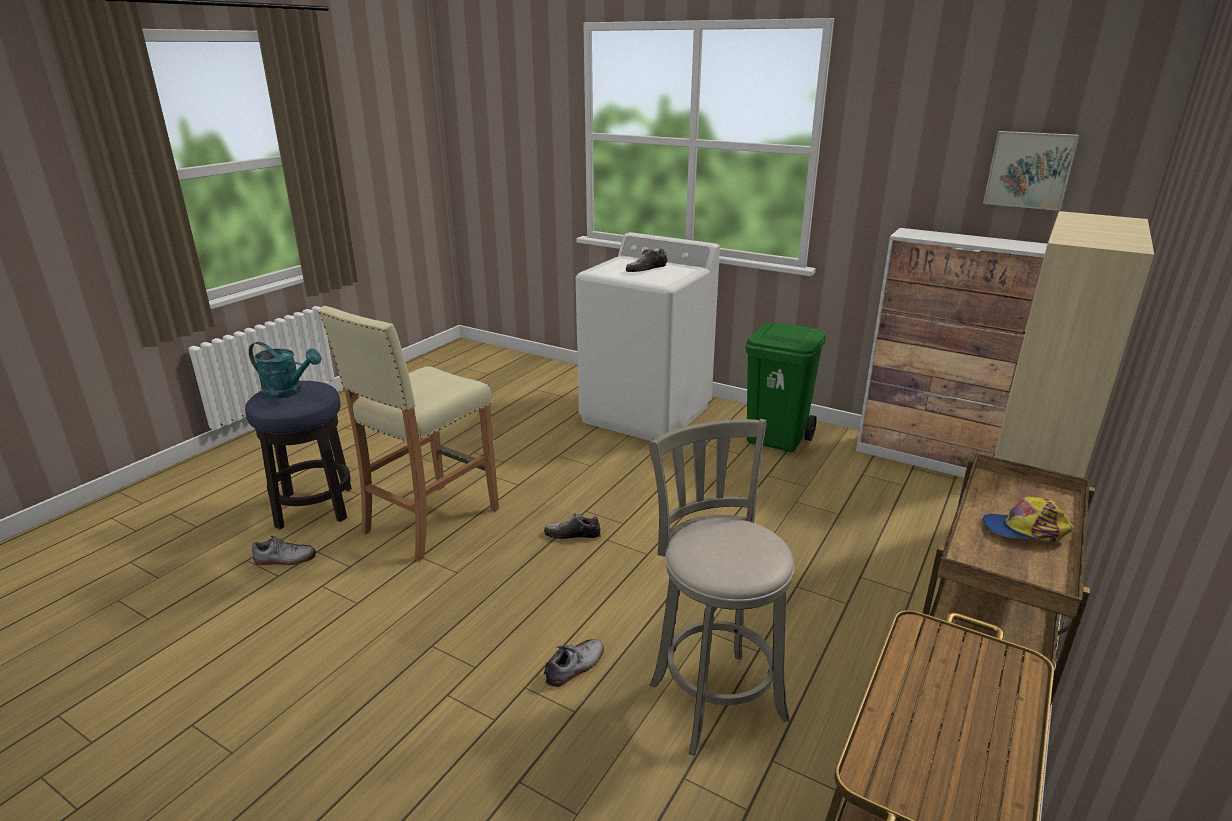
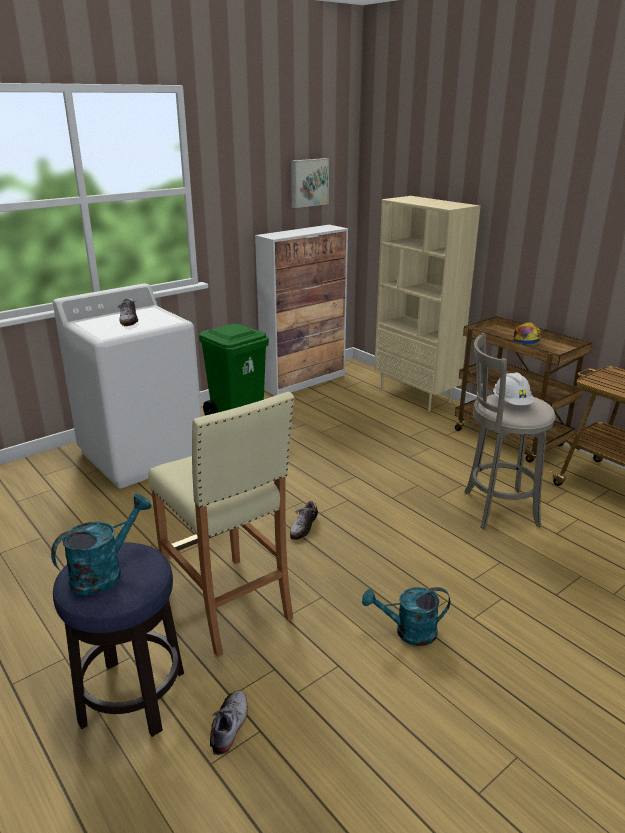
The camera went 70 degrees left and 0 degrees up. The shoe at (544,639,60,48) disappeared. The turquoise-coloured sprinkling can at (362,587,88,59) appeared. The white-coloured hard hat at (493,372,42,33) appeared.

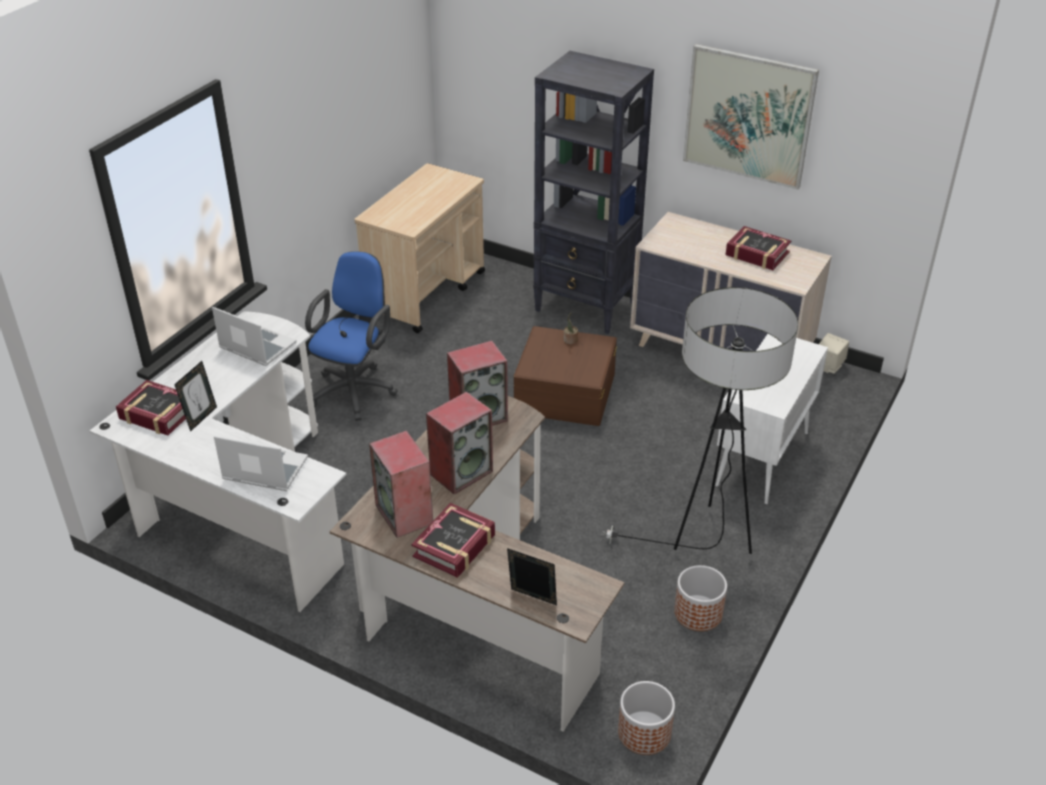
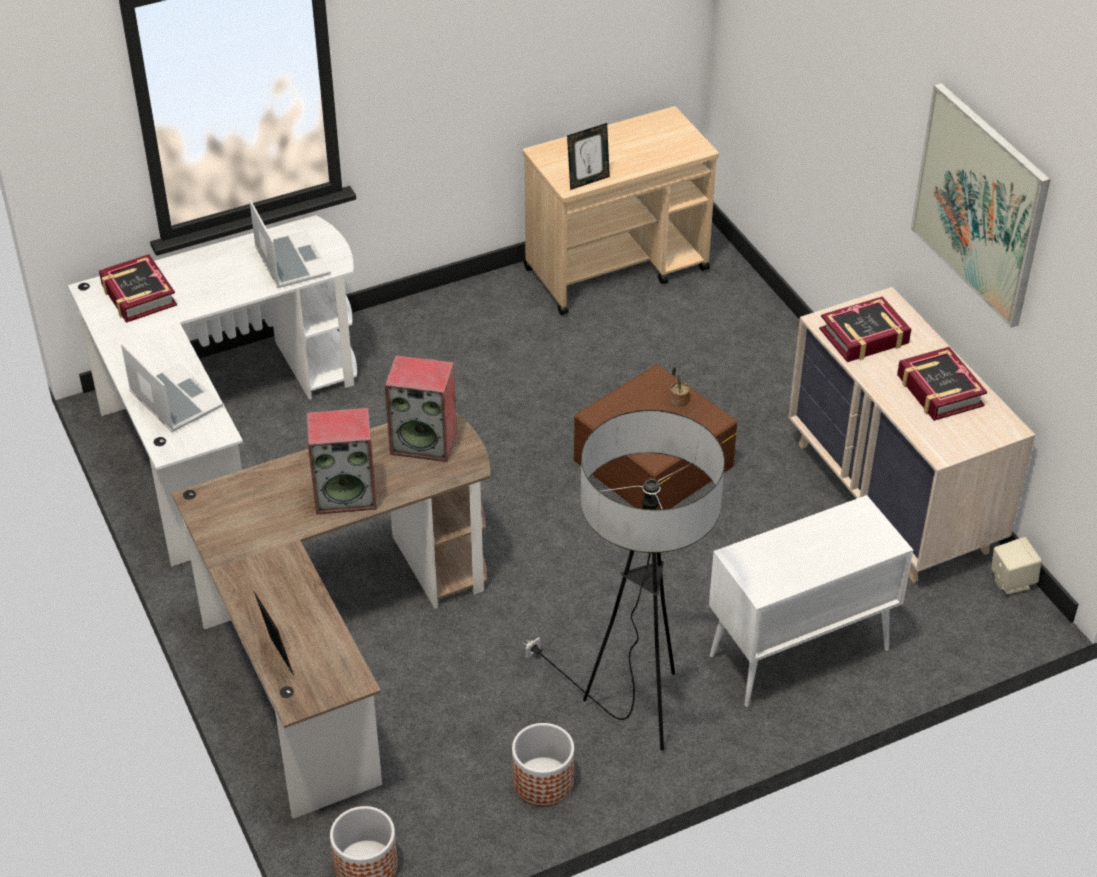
The camera went 35 degrees right and 5 degrees up. The photo frame moved from (174,361,43,71) to (567,123,43,67). The blue desk chair at (305,252,93,169) disappeared. The speaker at (369,430,64,108) disappeared. The bound book moved from (411,503,84,75) to (819,296,92,66). The black-coloured bookshelf at (533,51,121,283) disappeared.

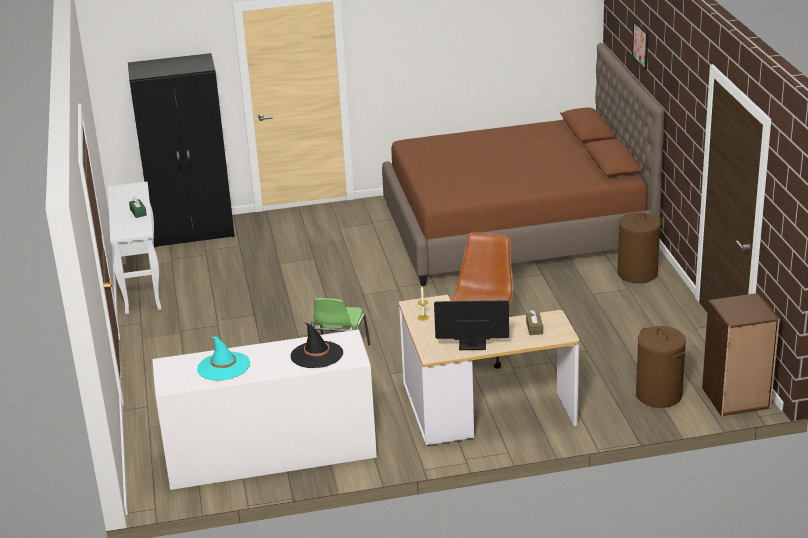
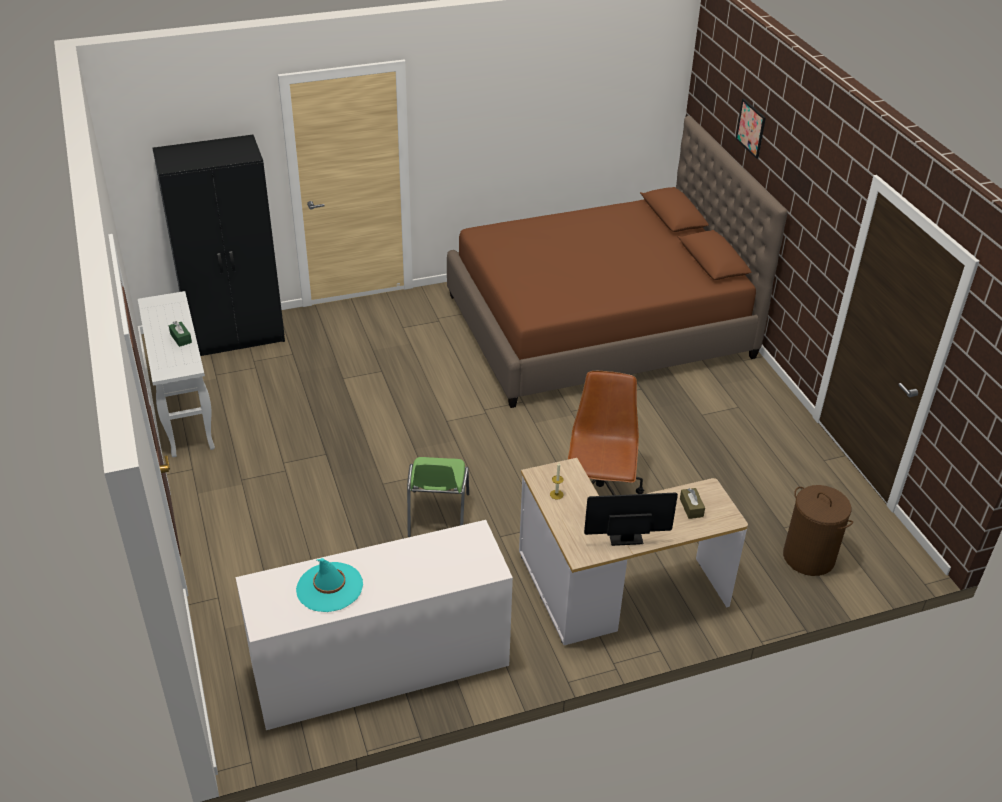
The camera went 10 degrees left and 10 degrees up. The black-coloured clothing hat at (291,322,52,46) disappeared. The brown-coloured washing basket at (617,213,45,70) disappeared. The brown-coloured bookshelf at (702,293,78,124) disappeared.

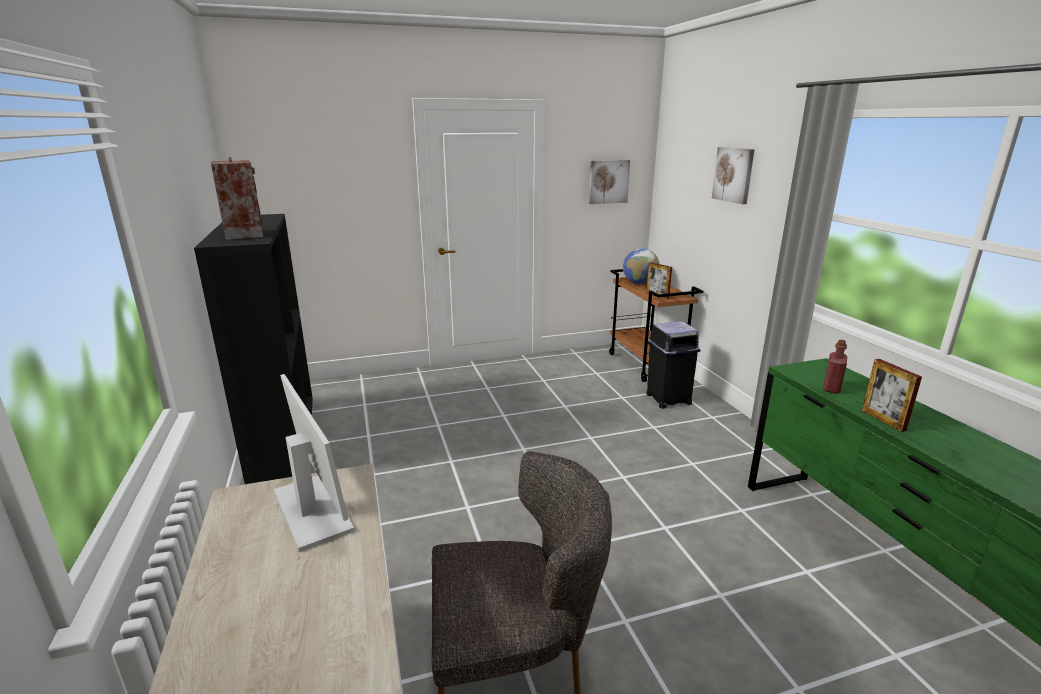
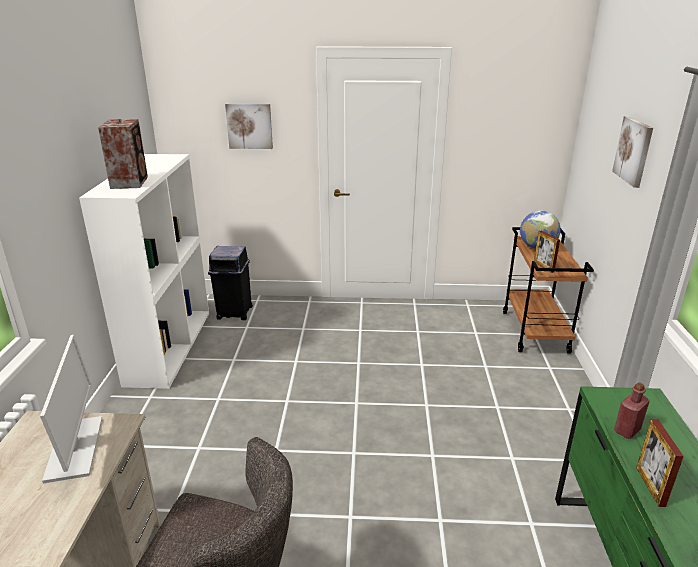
The camera went 20 degrees right and 5 degrees up. The black-coloured bookshelf at (194,214,119,270) became the white-coloured bookshelf at (79,154,130,235). The wall art moved from (589,160,41,44) to (225,103,48,46). The black-coloured waste bin moved from (646,321,54,88) to (208,246,45,74).

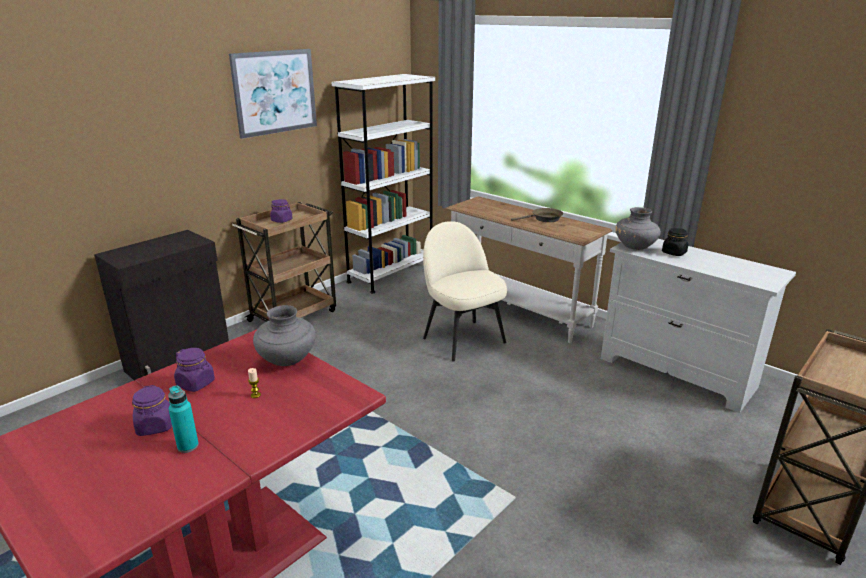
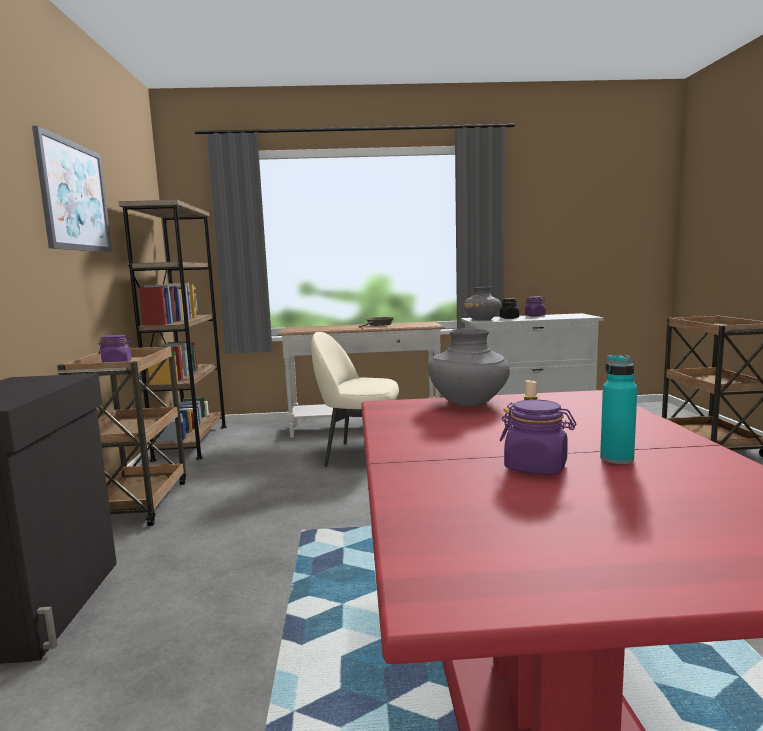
The camera went 45 degrees left and 15 degrees down. The purple-coloured storage jar moved from (174,348,41,44) to (525,297,21,20). The white-coloured bookshelf at (332,74,103,220) became the brown-coloured bookshelf at (119,200,108,262).

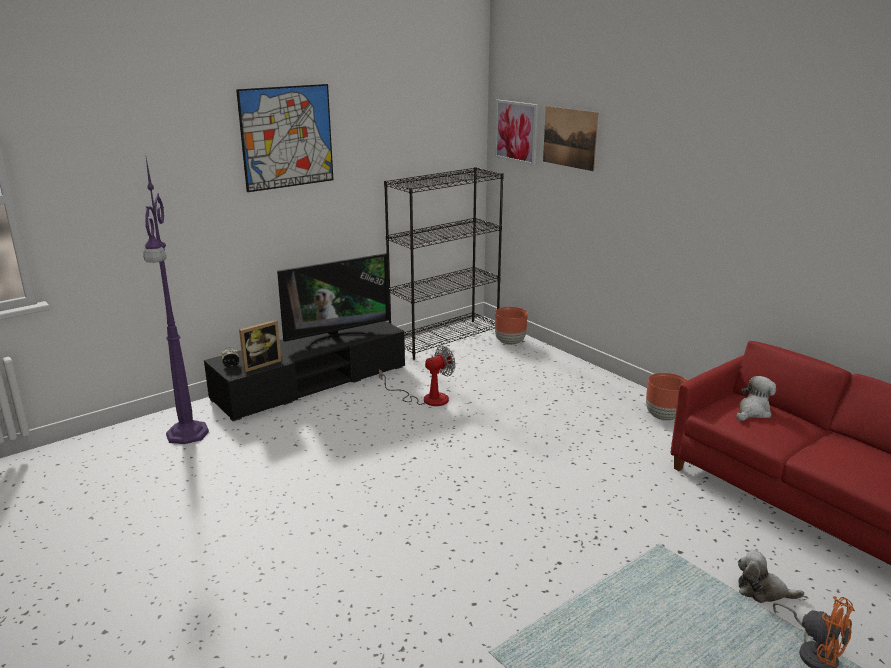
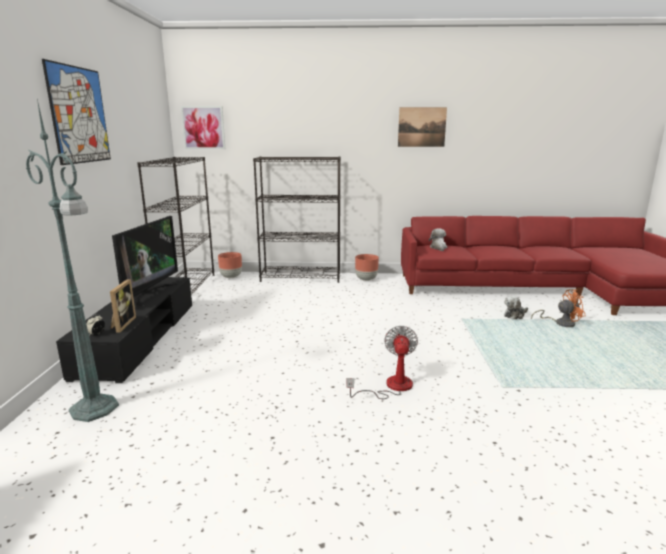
The camera went 50 degrees left and 5 degrees down. The purple-coloured floor lamp at (143,158,66,286) became the green-coloured floor lamp at (26,99,93,323). The cooling fan moved from (379,345,76,61) to (347,326,71,73). The wall art moved from (543,106,55,65) to (398,107,49,40). The black-coloured bookshelf at (253,156,88,127) appeared.

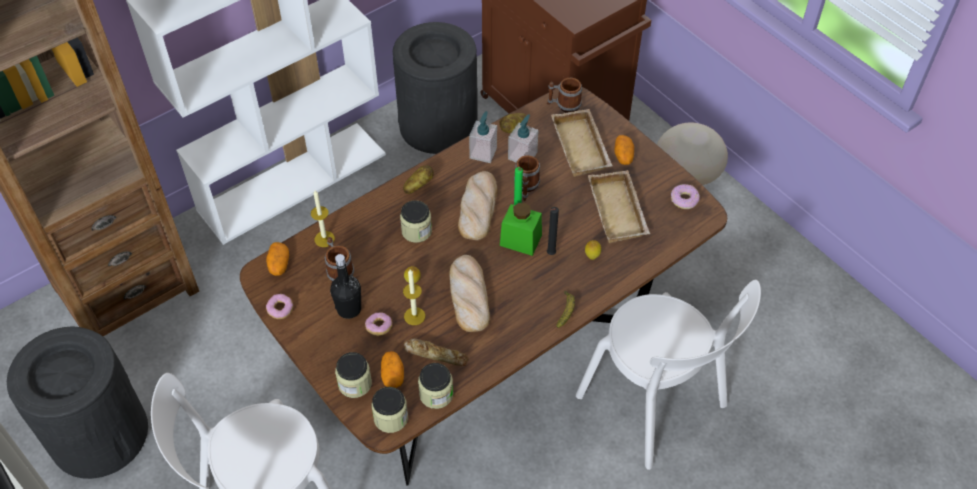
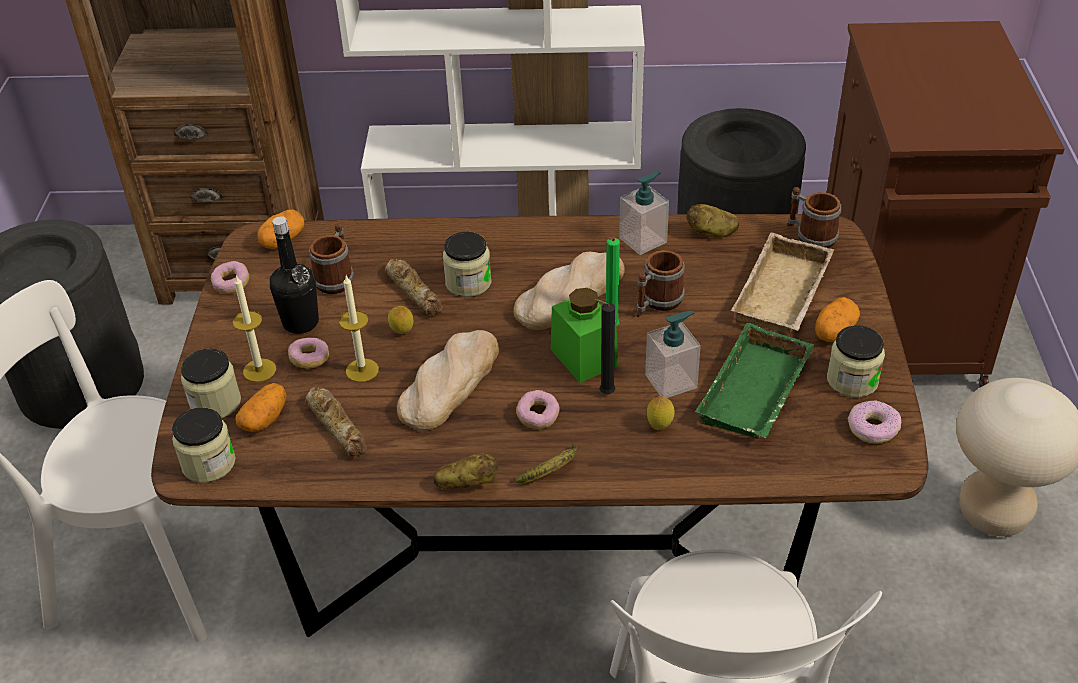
The camera went 40 degrees right and 10 degrees down. The wax candle moved from (311,190,24,57) to (233,276,43,106). The whole potato moved from (403,165,31,29) to (434,453,65,36). The storage jar moved from (418,363,35,46) to (827,325,58,72). The soap bottle moved from (508,114,30,48) to (645,311,56,87). The beige carrying tray at (588,170,62,73) became the green-coloured carrying tray at (695,322,119,117). The bakery bread at (385,259,58,57) appeared. The donut at (516,390,44,39) appeared.

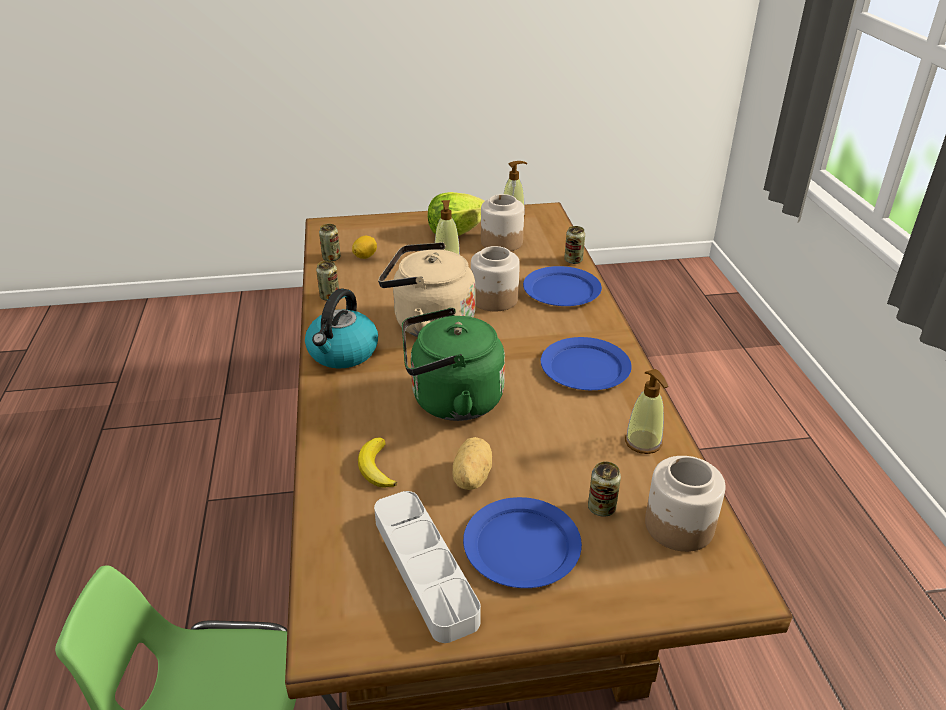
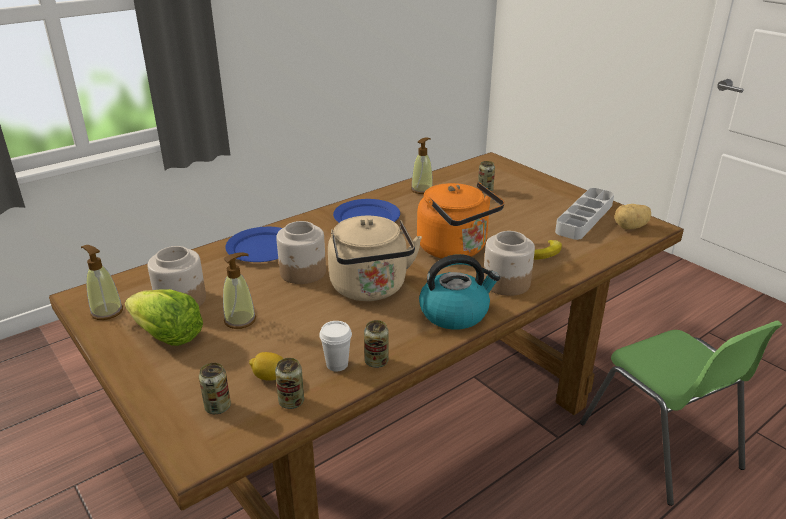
The camera went 120 degrees left and 5 degrees down. The green-coloured kettle at (402,308,103,113) became the orangey kettle at (417,182,88,77). The whole potato moved from (452,437,40,53) to (614,204,37,25). The blue flat dish at (463,497,119,91) disappeared. The sealed can moved from (564,226,21,38) to (199,363,32,51). The storage jar moved from (645,456,81,96) to (484,231,51,65). The white-coloured drinking cup at (319,321,33,51) appeared.

